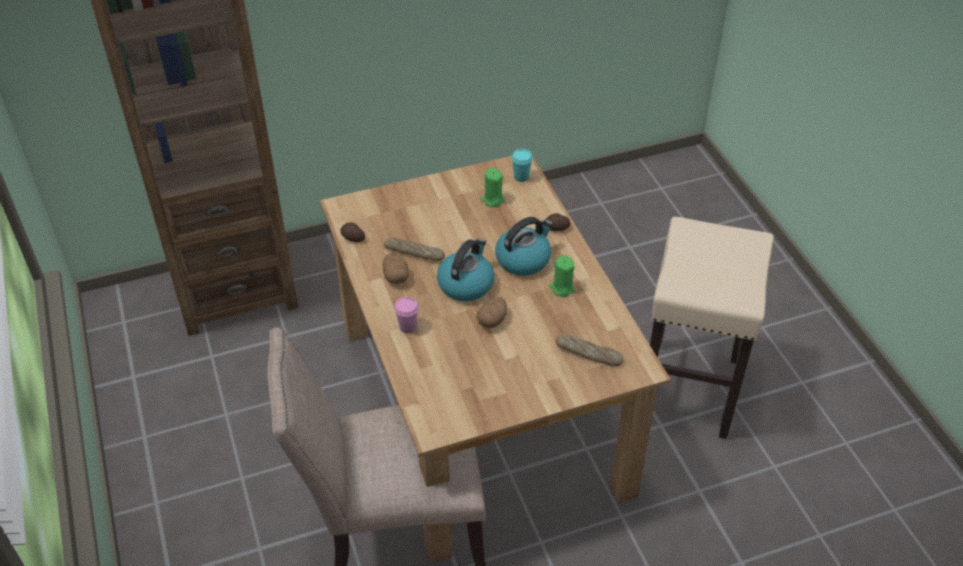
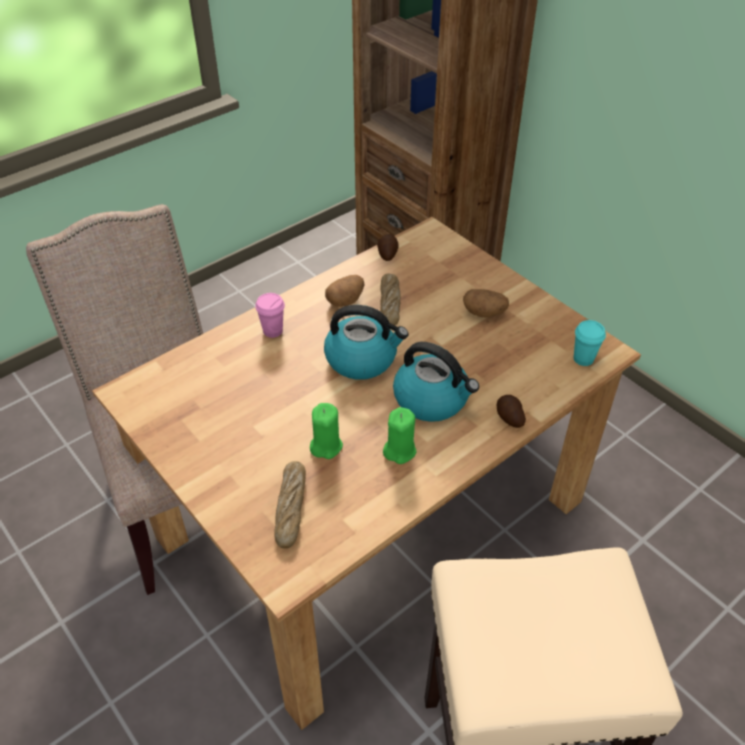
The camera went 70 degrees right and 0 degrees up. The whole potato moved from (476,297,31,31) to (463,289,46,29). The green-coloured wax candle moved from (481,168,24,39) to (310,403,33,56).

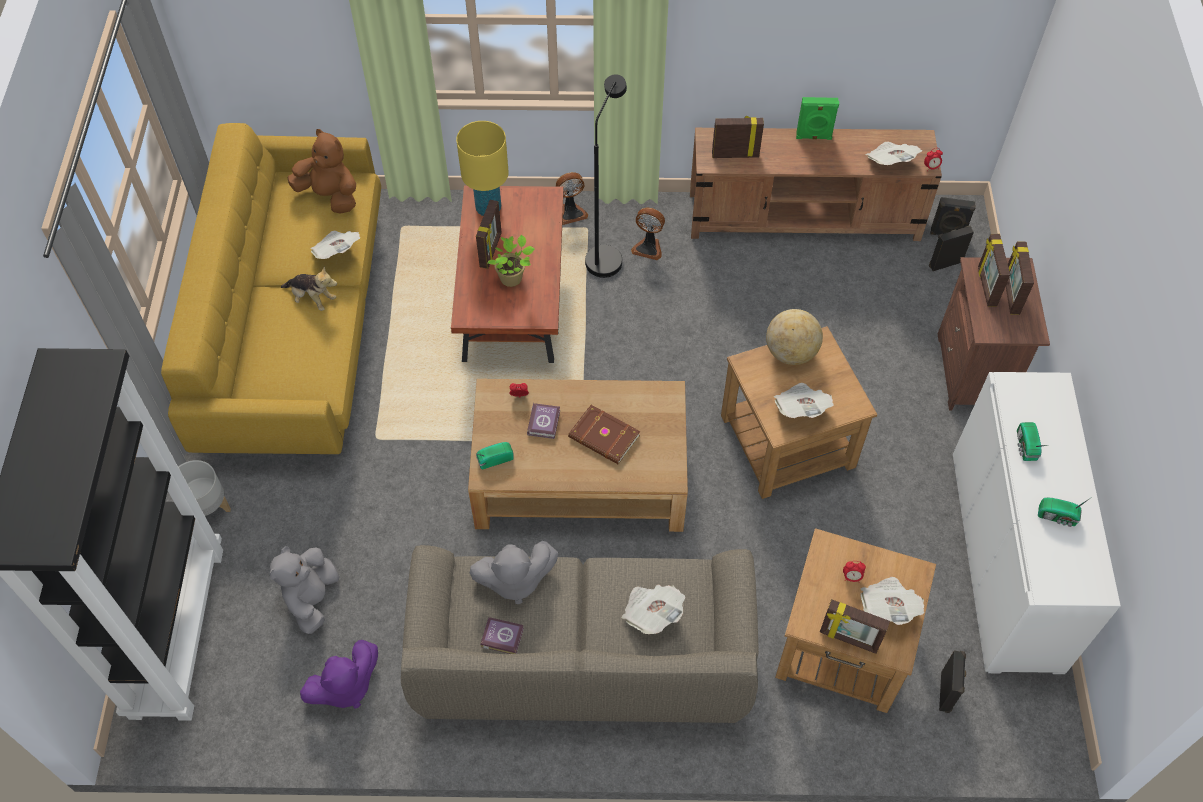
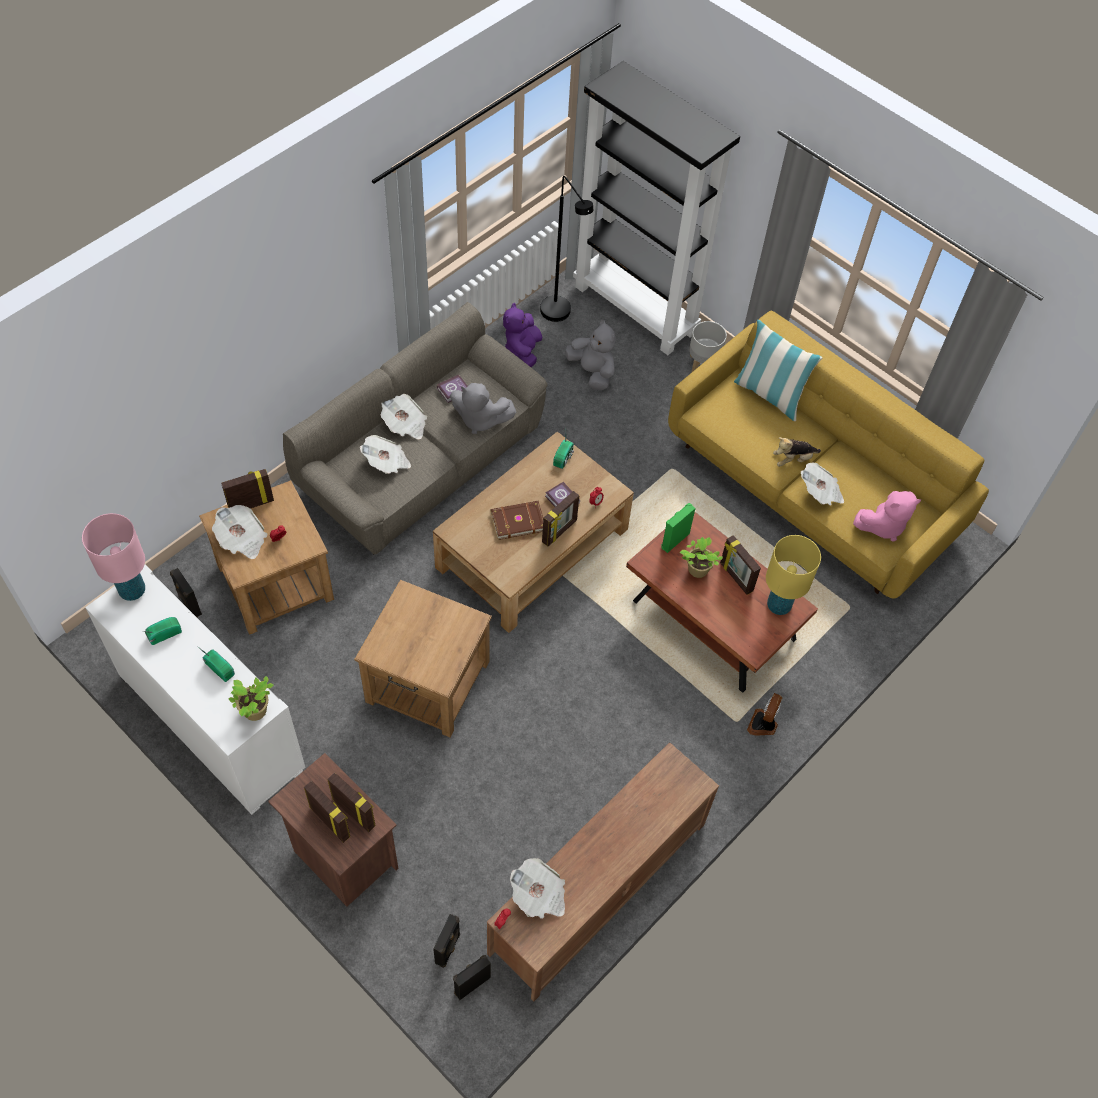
The camera went 130 degrees right and 0 degrees up. The brown-coloured plush toy at (288,129,68,85) became the pink-coloured plush toy at (853,491,68,50). The grey plush toy at (470,541,88,63) turned 105 degrees counterclockwise. The black-coloured floor lamp moved from (585,74,42,204) to (540,176,53,146). The cooling fan at (631,208,34,52) disappeared. The photo frame moved from (712,116,52,42) to (542,491,37,55). The globe at (766,309,57,56) disappeared. The newspaper moved from (774,383,60,35) to (381,394,46,45). The green-coloured speaker moved from (796,97,43,43) to (661,503,35,50). The pink-coloured lamp for a table at (82,513,63,88) appeared. The potted plant at (229,676,44,45) appeared. The pillow at (734,320,89,101) appeared.

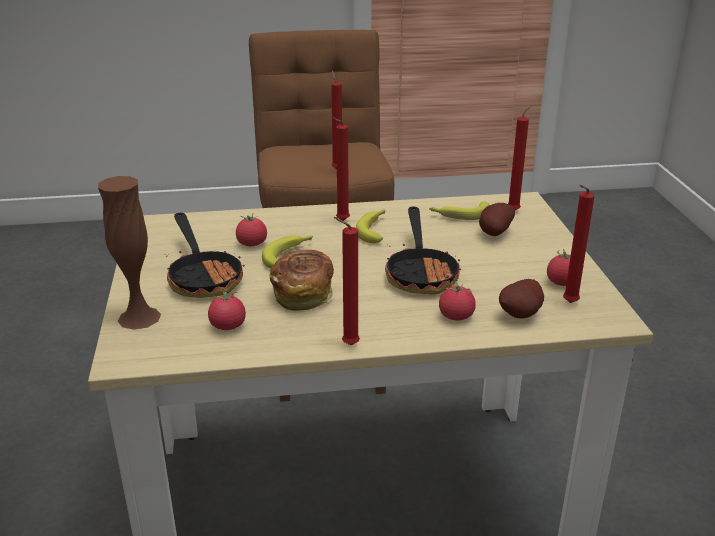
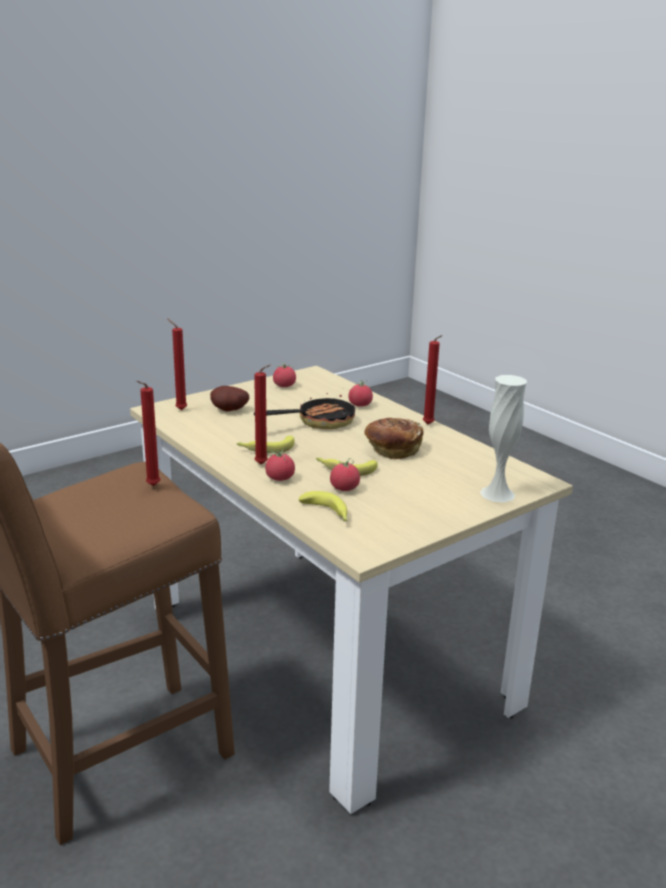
The camera went 120 degrees left and 5 degrees down. The brown-coloured decorative vase at (98,176,63,154) became the white-coloured decorative vase at (480,375,47,127). The pan at (166,213,79,85) disappeared. The tomato moved from (208,289,38,41) to (265,450,30,31). The banana moved from (429,202,60,18) to (299,491,49,30). The whole potato at (499,279,45,40) disappeared. The reddish wax candle at (563,185,31,118) disappeared.

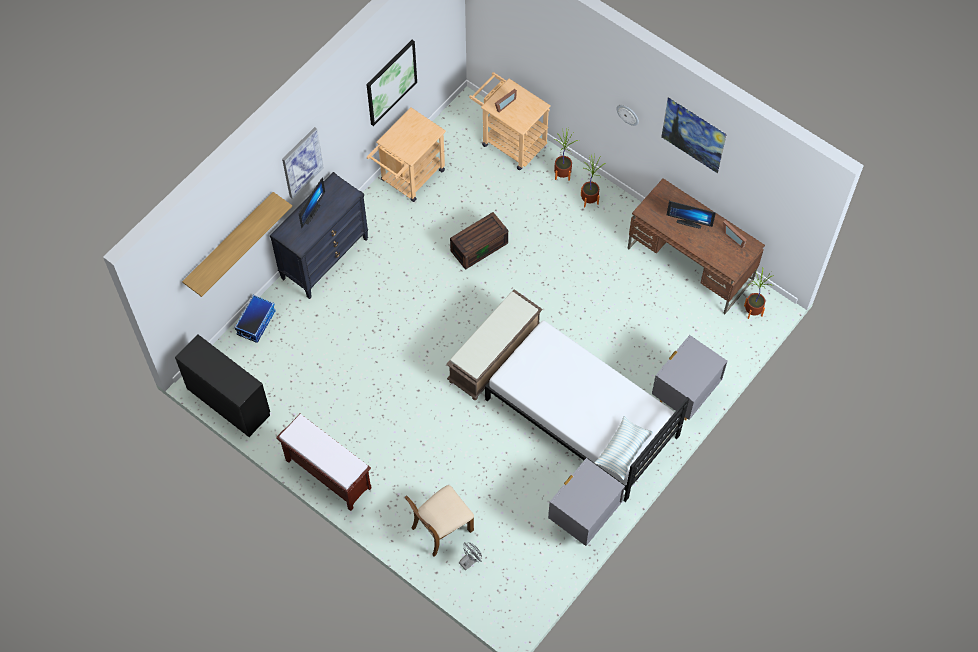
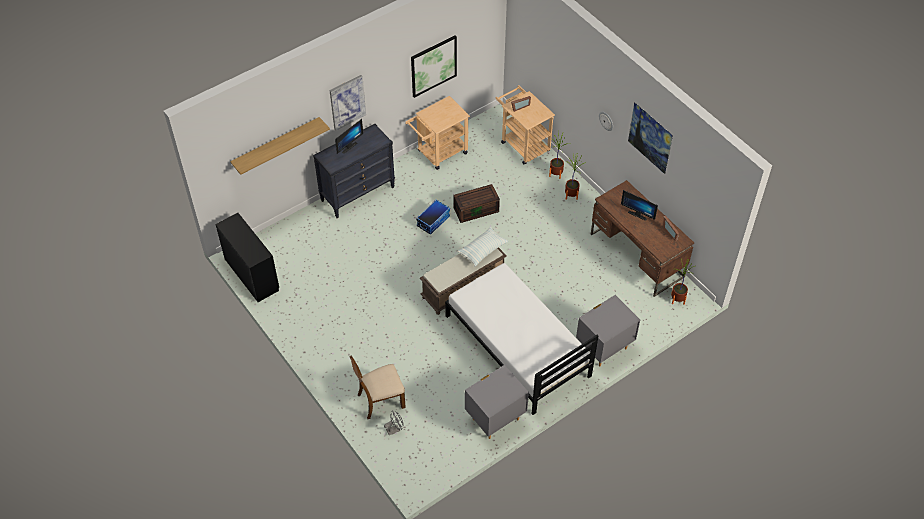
The camera went 15 degrees right and 10 degrees down. The storage container moved from (234,295,42,48) to (416,199,34,36). The brown-coloured bench at (276,414,96,97) disappeared. The pillow moved from (594,416,59,64) to (458,227,50,40).

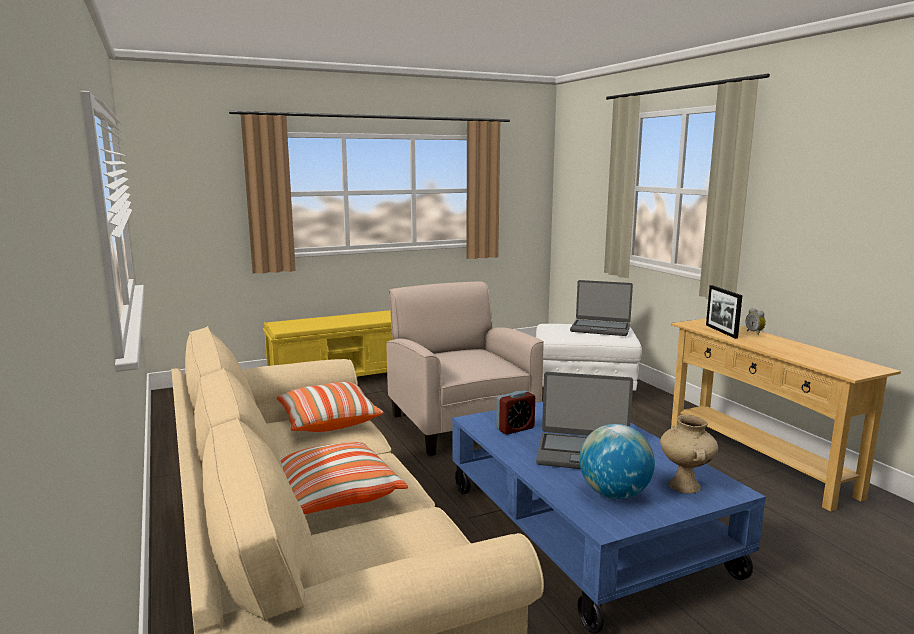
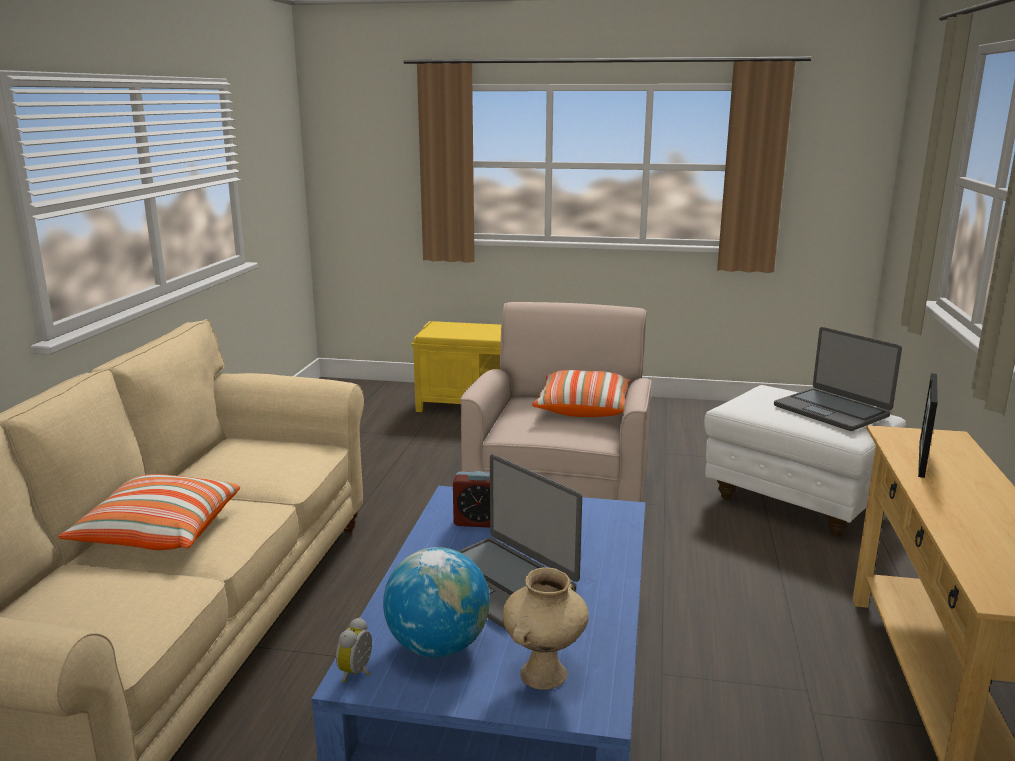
The camera went 35 degrees right and 5 degrees up. The pillow moved from (277,382,106,50) to (532,370,99,47). The bedside clock moved from (746,308,20,27) to (336,617,36,66).

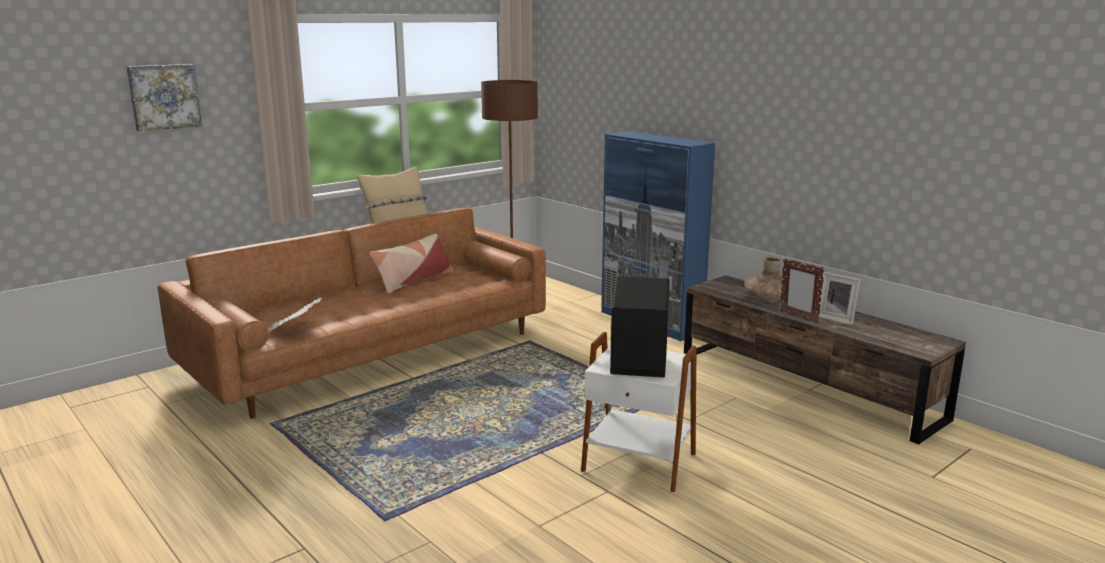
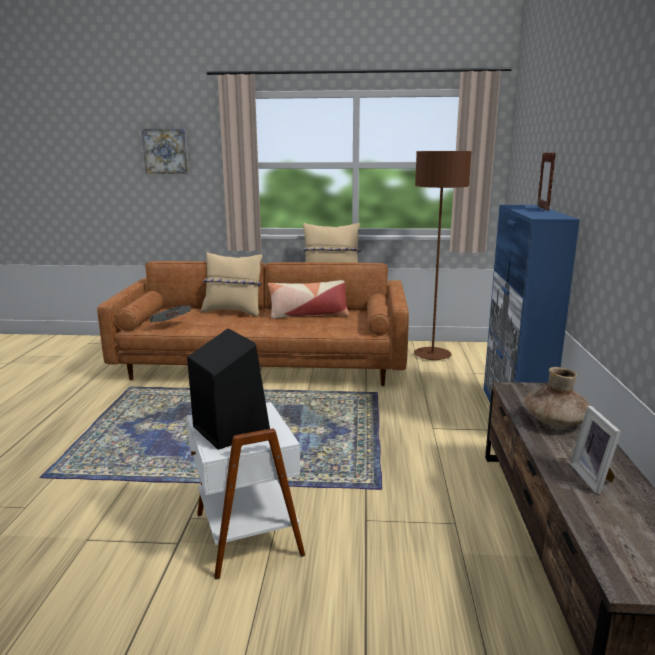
The camera went 45 degrees right and 0 degrees up. The photo frame moved from (780,258,45,65) to (537,152,19,59). The beige pillow at (201,252,61,65) appeared.

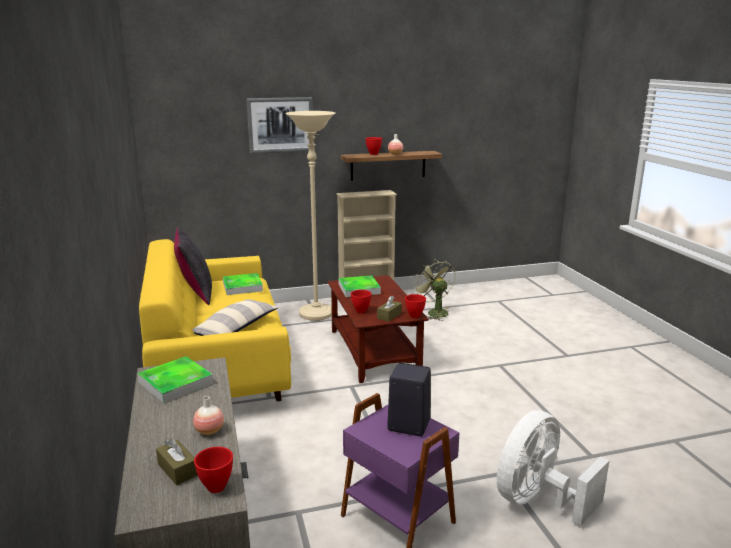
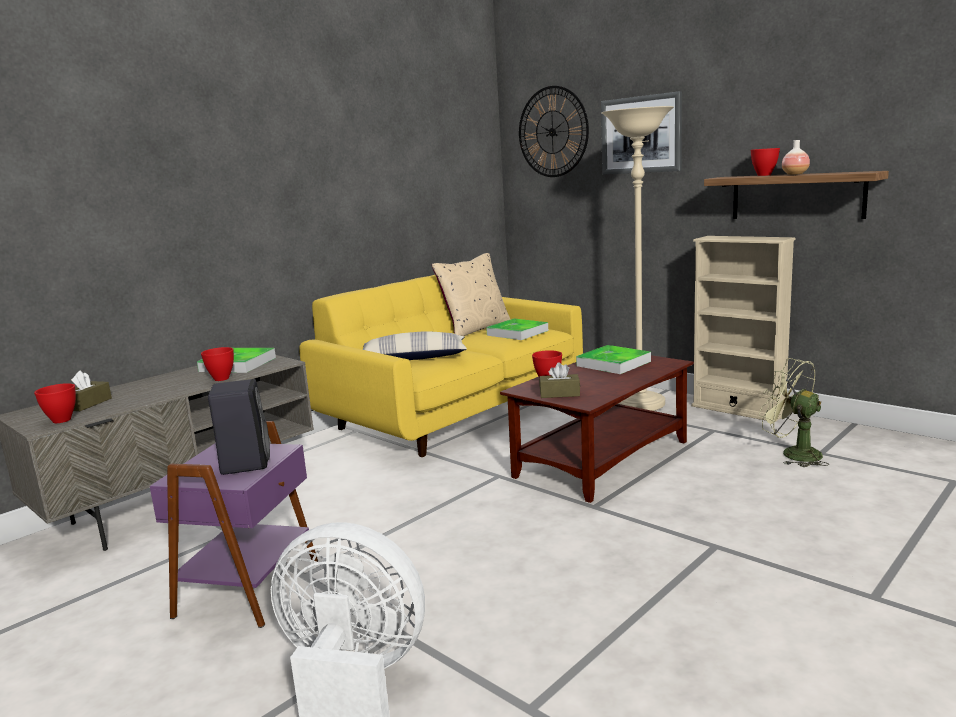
The camera went 60 degrees right and 5 degrees down. The black-coloured pillow at (174,227,38,78) became the beige pillow at (432,253,79,83). The decorative vase at (193,396,31,39) disappeared. The reddish bowl moved from (405,294,21,24) to (201,347,33,34). The green-coloured cooling fan at (413,259,42,62) turned 75 degrees counterclockwise. The clock on the wall at (519,86,70,91) appeared.

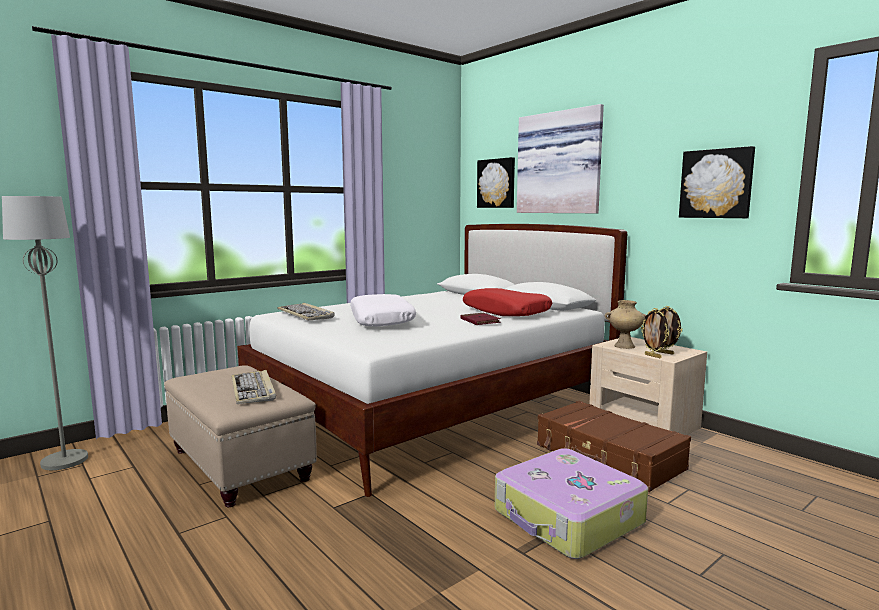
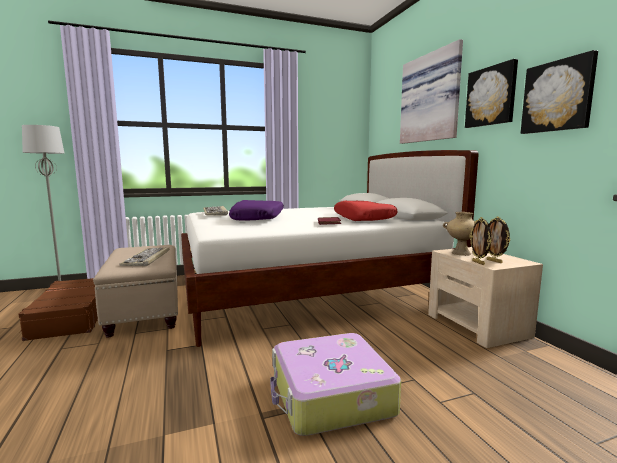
The camera went 20 degrees right and 0 degrees up. The white-coloured pillow at (350,294,66,32) became the purple-coloured pillow at (229,200,55,21). The wall art moved from (477,157,38,51) to (465,59,53,69). The brown-coloured piece of luggage moved from (537,401,154,91) to (18,278,80,63).

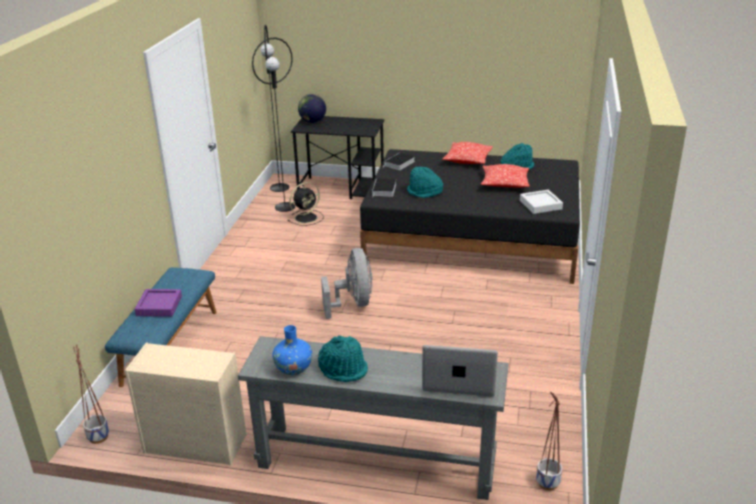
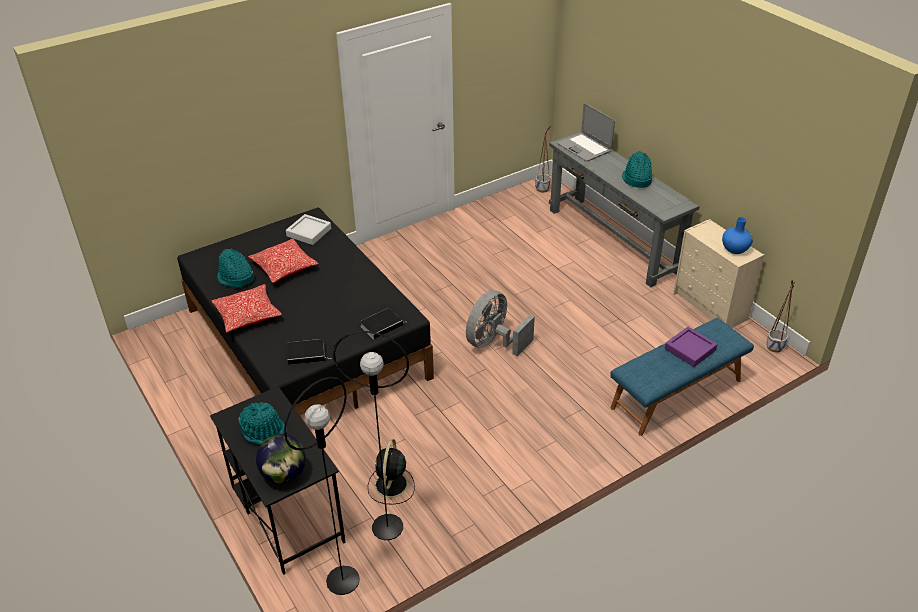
The camera went 135 degrees left and 10 degrees up. The blue decorative vase moved from (273,325,39,50) to (722,217,31,37). The black-coloured cooling fan at (288,182,36,44) turned 90 degrees counterclockwise. The turquoise-coloured clothing hat moved from (407,167,36,31) to (239,402,46,43).

